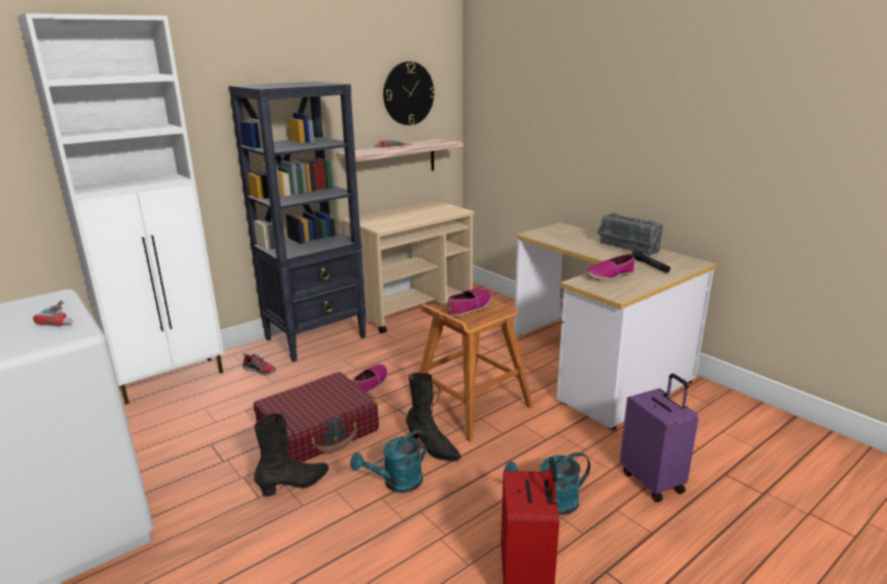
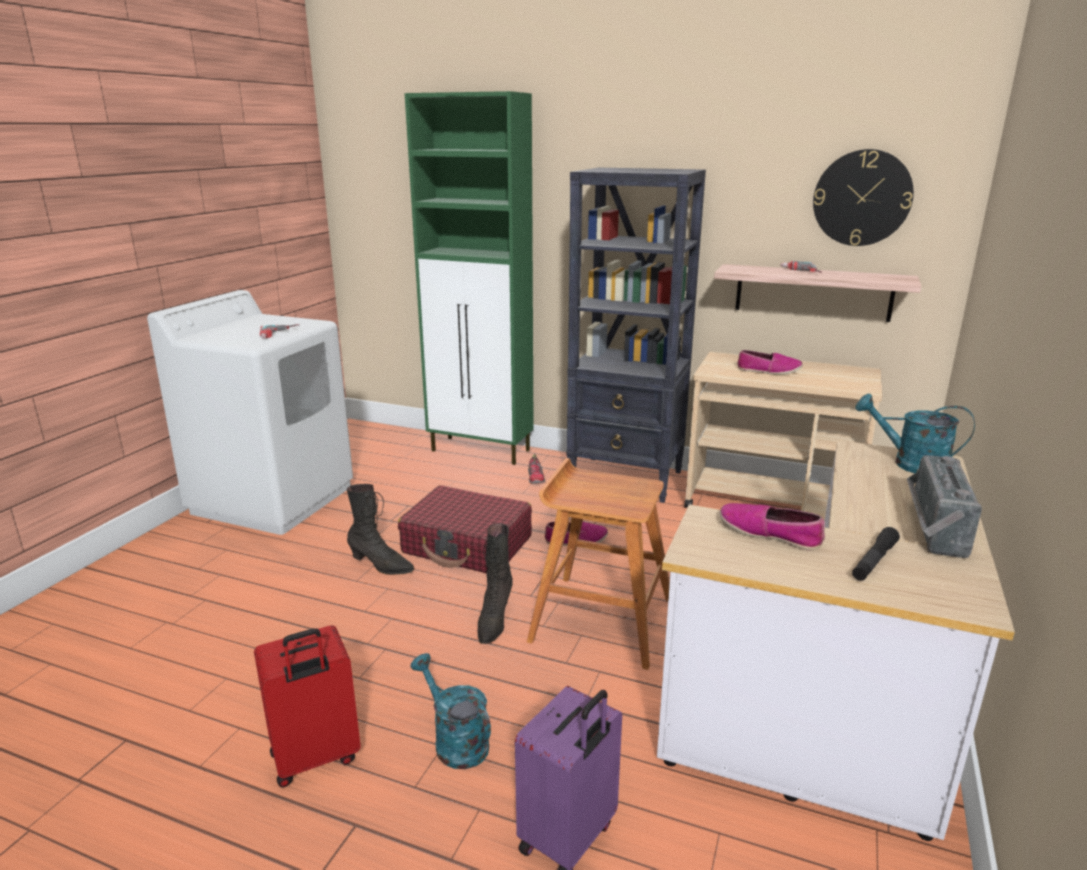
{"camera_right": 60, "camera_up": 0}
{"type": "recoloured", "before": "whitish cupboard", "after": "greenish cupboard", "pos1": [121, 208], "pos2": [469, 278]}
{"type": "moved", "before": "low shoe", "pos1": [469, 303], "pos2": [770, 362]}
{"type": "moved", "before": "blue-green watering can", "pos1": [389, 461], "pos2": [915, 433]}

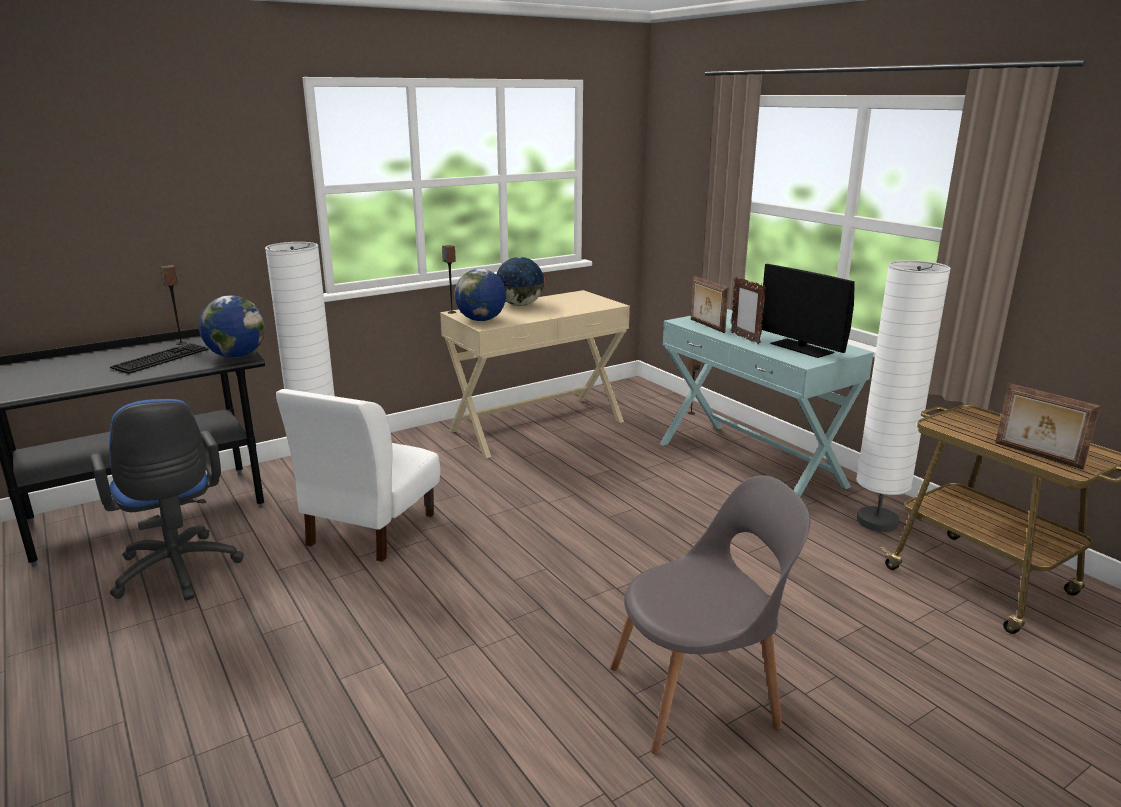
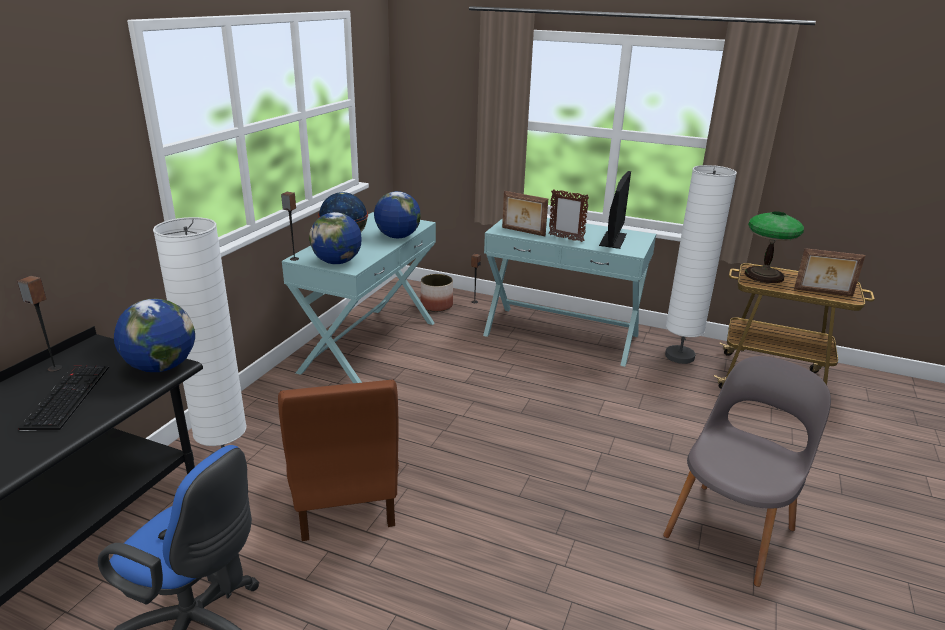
{"camera_right": -35, "camera_up": 5}
{"type": "turned", "before": "computer display", "pos1": [808, 311], "pos2": [615, 210], "turn": -90}
{"type": "recoloured", "before": "beige-coloured hall table", "after": "blue-green hall table", "pos1": [535, 374], "pos2": [359, 297]}
{"type": "recoloured", "before": "whitish plain chair", "after": "brown plain chair", "pos1": [358, 475], "pos2": [338, 460]}
{"type": "added", "after": "desk globe", "pos2": [397, 214]}
{"type": "added", "after": "tabletop lamp", "pos2": [774, 247]}
{"type": "added", "after": "planter", "pos2": [437, 293]}

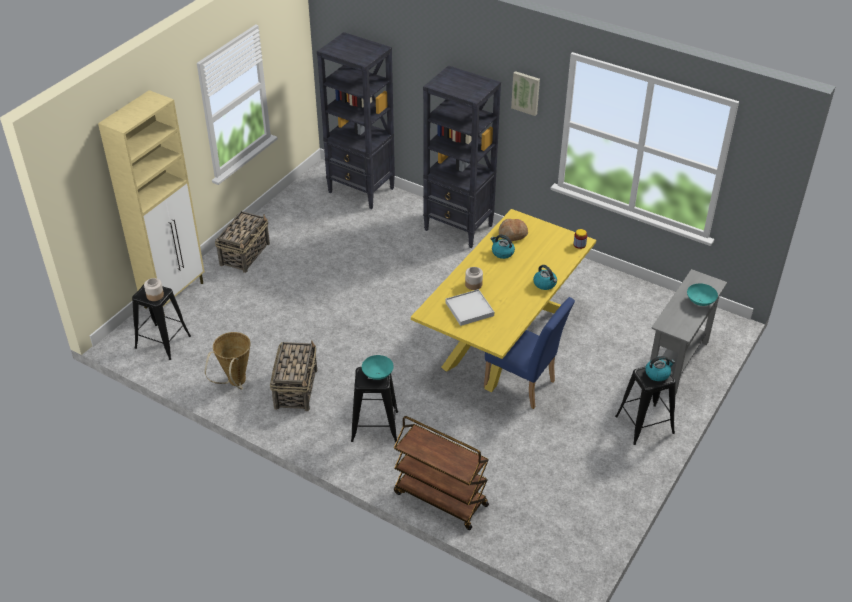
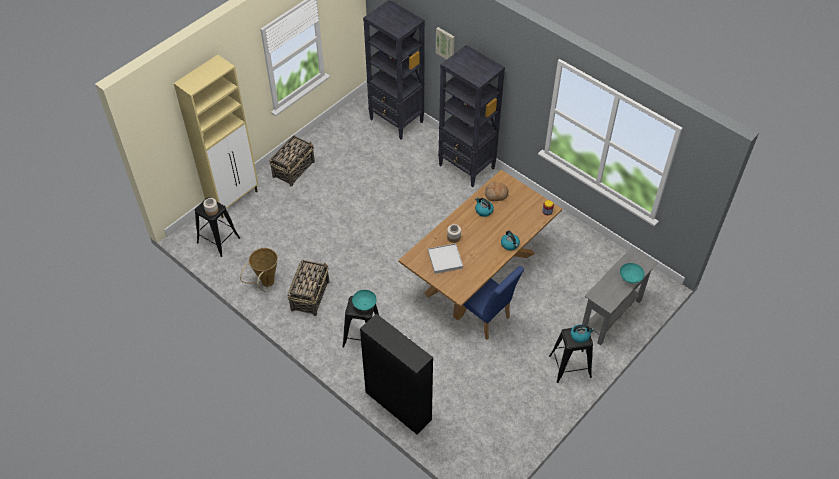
{"camera_right": 10, "camera_up": 10}
{"type": "moved", "before": "wall art", "pos1": [525, 93], "pos2": [445, 43]}
{"type": "recoloured", "before": "yellow-coloured dining table", "after": "brown dining table", "pos1": [503, 300], "pos2": [480, 245]}
{"type": "replaced", "before": "brown trolley", "after": "black cupboard", "pos1": [441, 473], "pos2": [396, 374]}

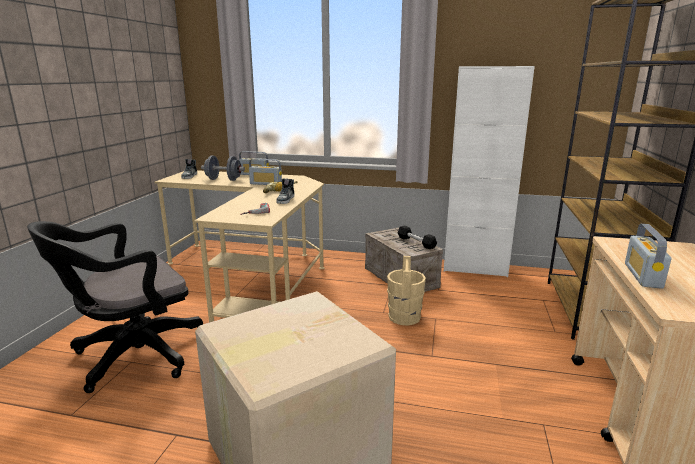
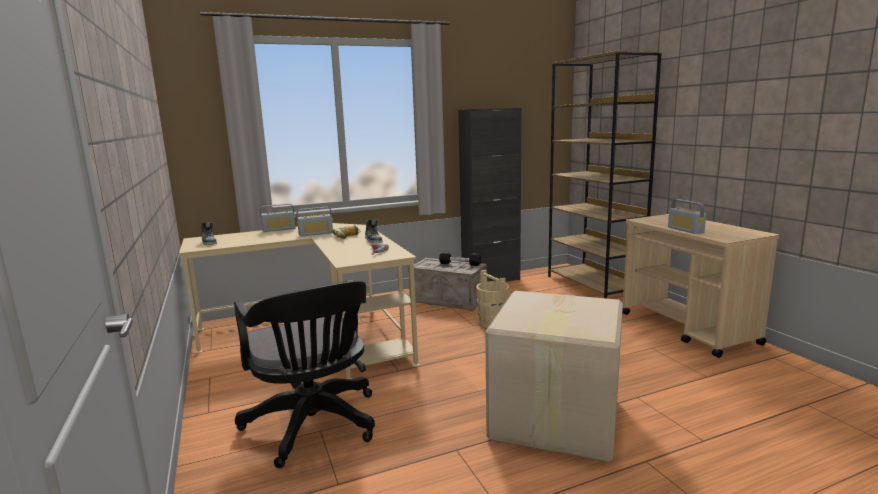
{"camera_right": -35, "camera_up": -5}
{"type": "recoloured", "before": "whitish cupboard", "after": "black cupboard", "pos1": [489, 171], "pos2": [489, 195]}
{"type": "removed", "before": "greyish dumbbell", "pos1": [223, 168]}
{"type": "turned", "before": "black computer chair", "pos1": [115, 307], "pos2": [304, 374], "turn": -45}

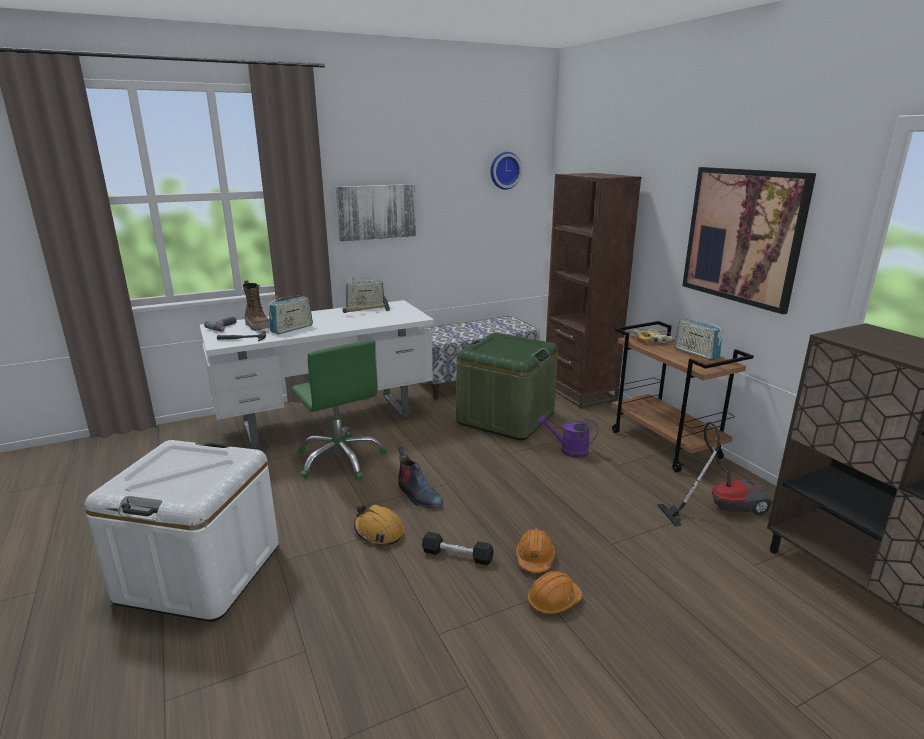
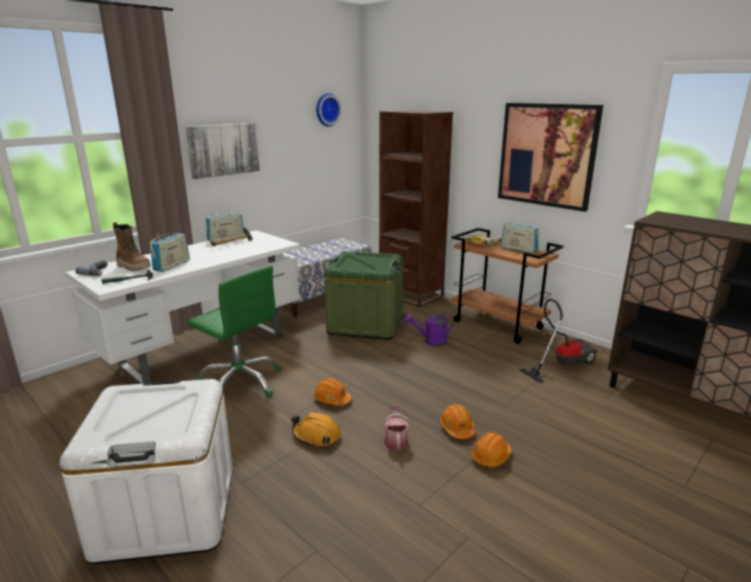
{"camera_right": -20, "camera_up": 0}
{"type": "replaced", "before": "high-top boot", "after": "orange-coloured hard hat", "pos1": [420, 478], "pos2": [332, 392]}
{"type": "replaced", "before": "black dumbbell", "after": "watering can", "pos1": [458, 548], "pos2": [396, 427]}

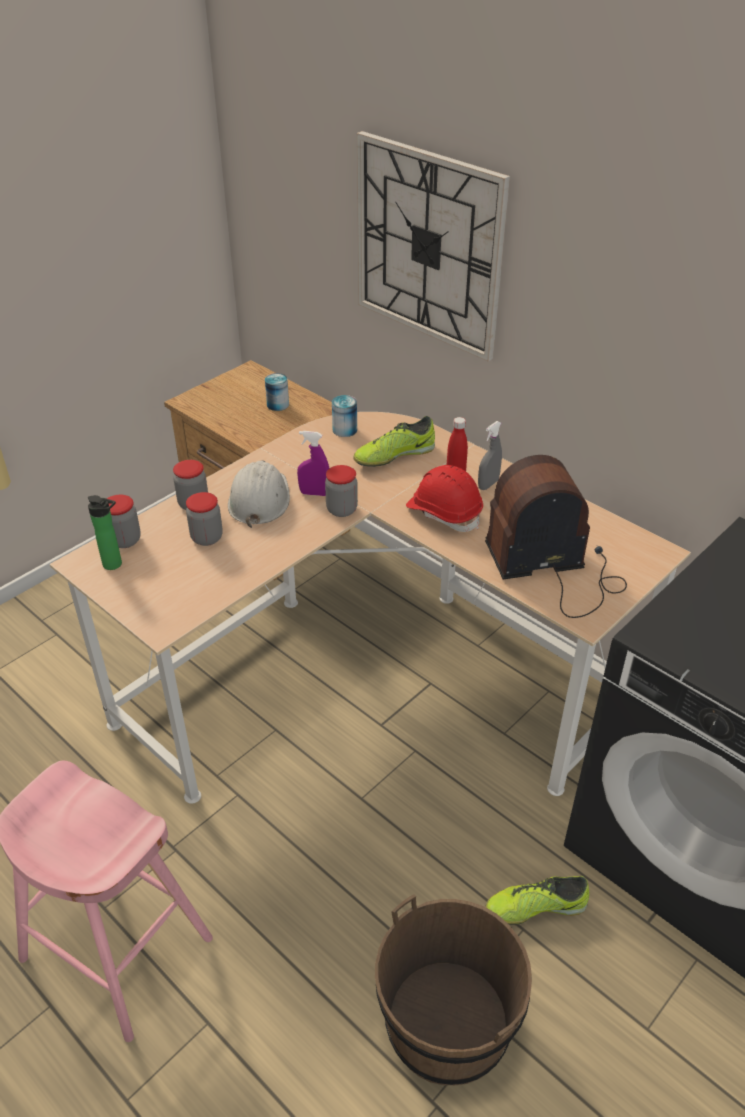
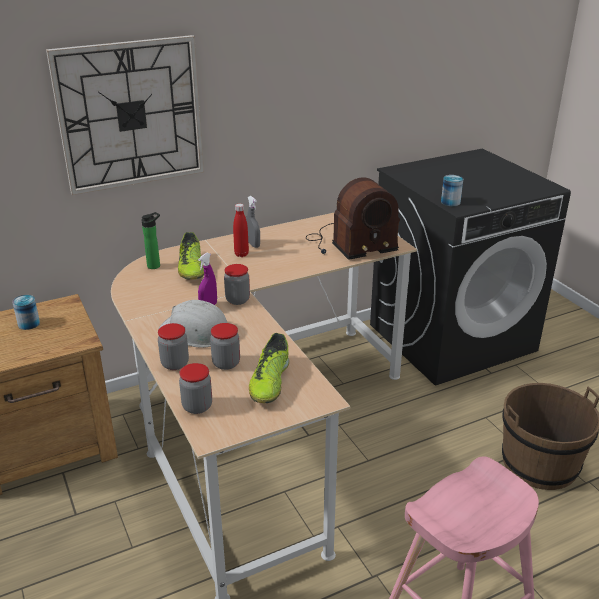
{"camera_right": -70, "camera_up": -10}
{"type": "moved", "before": "can", "pos1": [344, 416], "pos2": [452, 190]}
{"type": "turned", "before": "radio receiver", "pos1": [556, 536], "pos2": [353, 218], "turn": -120}
{"type": "removed", "before": "red-coloured hard hat", "pos1": [444, 498]}
{"type": "moved", "before": "bottle", "pos1": [105, 532], "pos2": [151, 240]}
{"type": "moved", "before": "low shoe", "pos1": [537, 900], "pos2": [269, 368]}

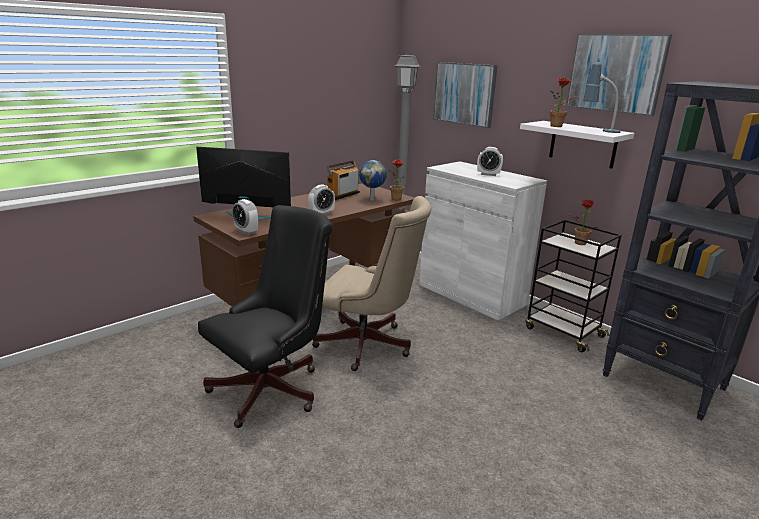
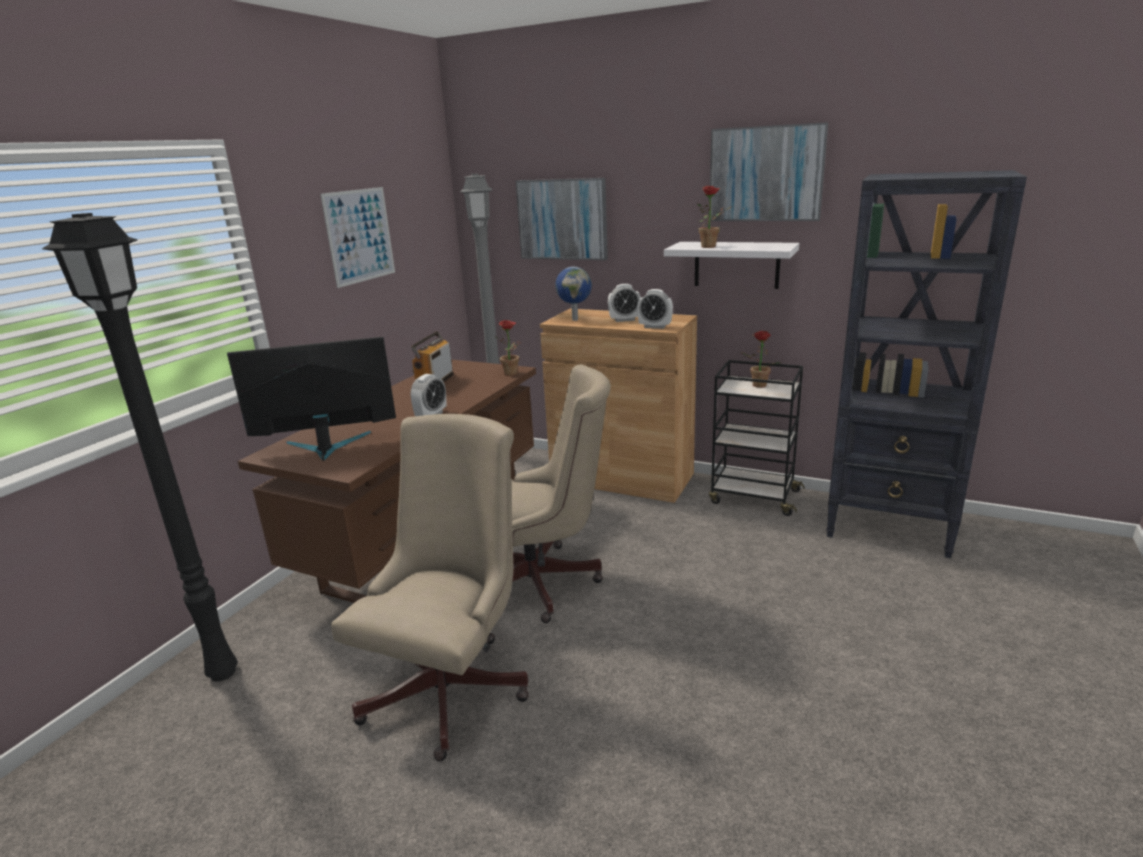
{"camera_right": -20, "camera_up": 0}
{"type": "removed", "before": "tabletop lamp", "pos1": [602, 97]}
{"type": "moved", "before": "desk globe", "pos1": [373, 180], "pos2": [573, 294]}
{"type": "recoloured", "before": "whitish cupboard", "after": "brown cupboard", "pos1": [483, 241], "pos2": [618, 406]}
{"type": "moved", "before": "table clock", "pos1": [245, 217], "pos2": [655, 309]}
{"type": "recoloured", "before": "black computer chair", "after": "beige-coloured computer chair", "pos1": [265, 316], "pos2": [430, 588]}
{"type": "added", "after": "wall art", "pos2": [357, 237]}
{"type": "added", "after": "black floor lamp", "pos2": [140, 447]}

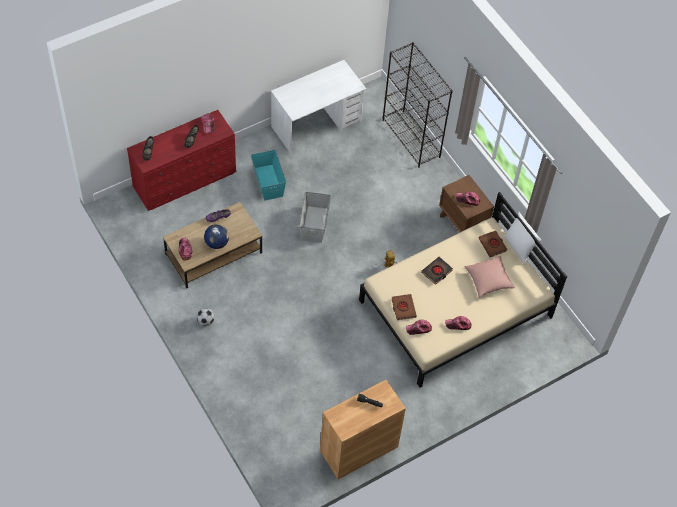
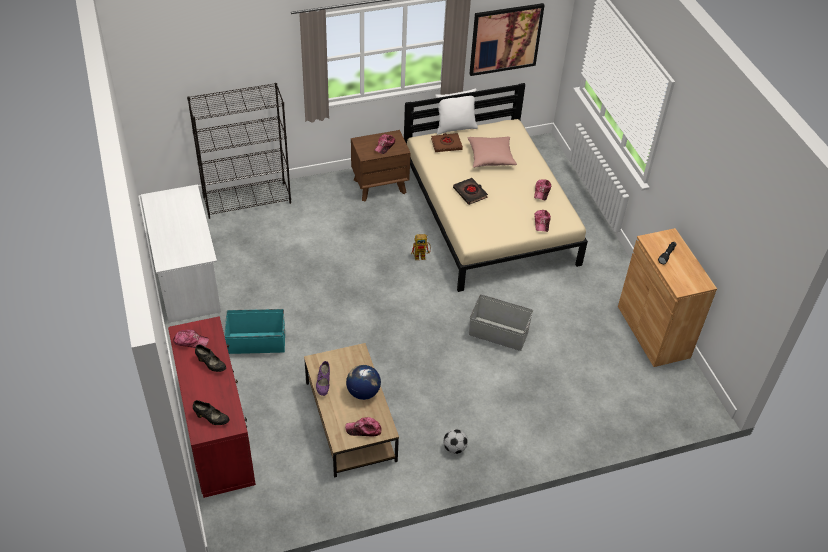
{"camera_right": -75, "camera_up": -10}
{"type": "moved", "before": "greyish storage bin", "pos1": [315, 217], "pos2": [501, 322]}
{"type": "removed", "before": "brown book", "pos1": [404, 307]}
{"type": "added", "after": "wall art", "pos2": [507, 39]}

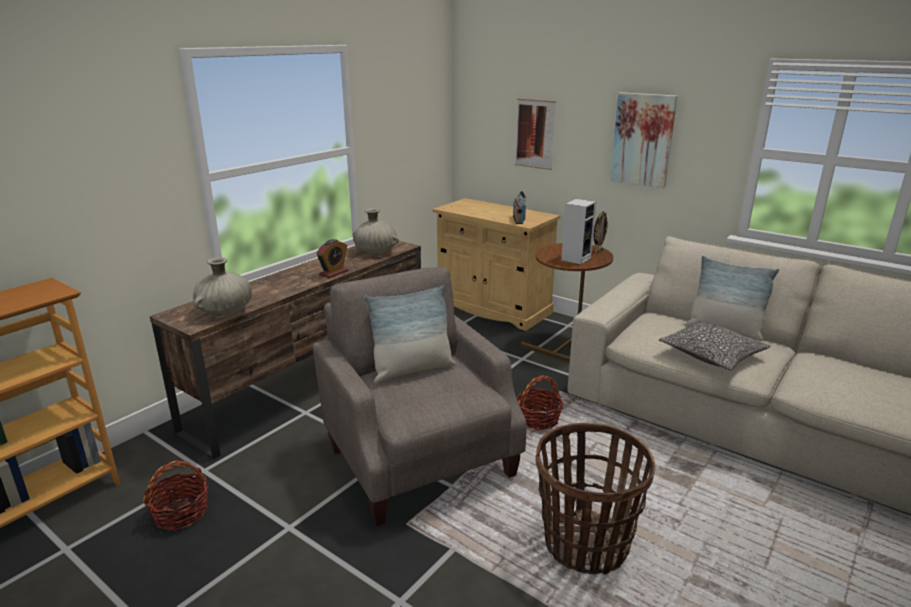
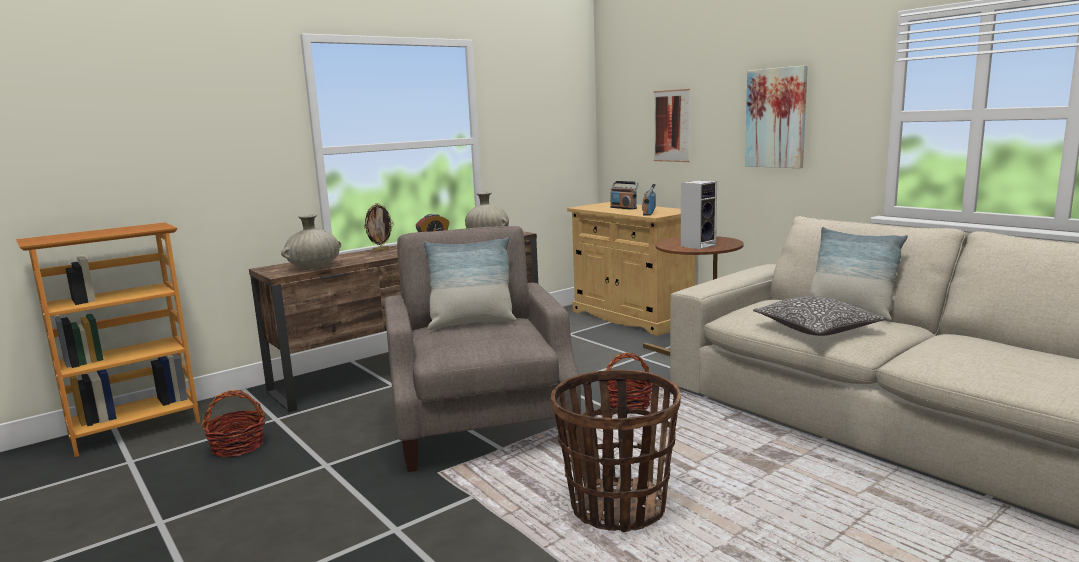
{"camera_right": 15, "camera_up": -10}
{"type": "moved", "before": "photo frame", "pos1": [601, 232], "pos2": [379, 227]}
{"type": "added", "after": "radio receiver", "pos2": [624, 195]}

